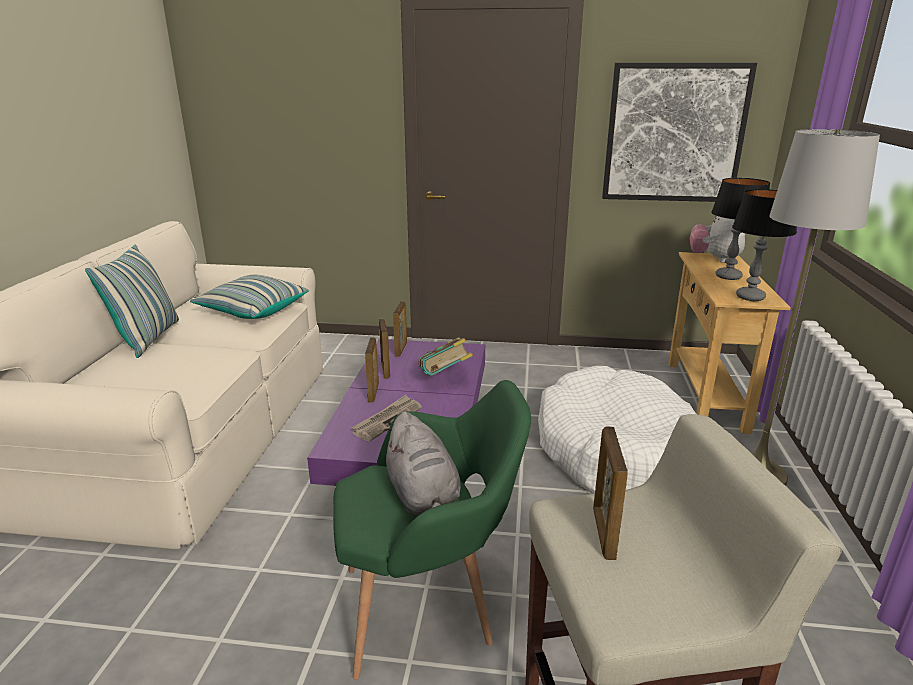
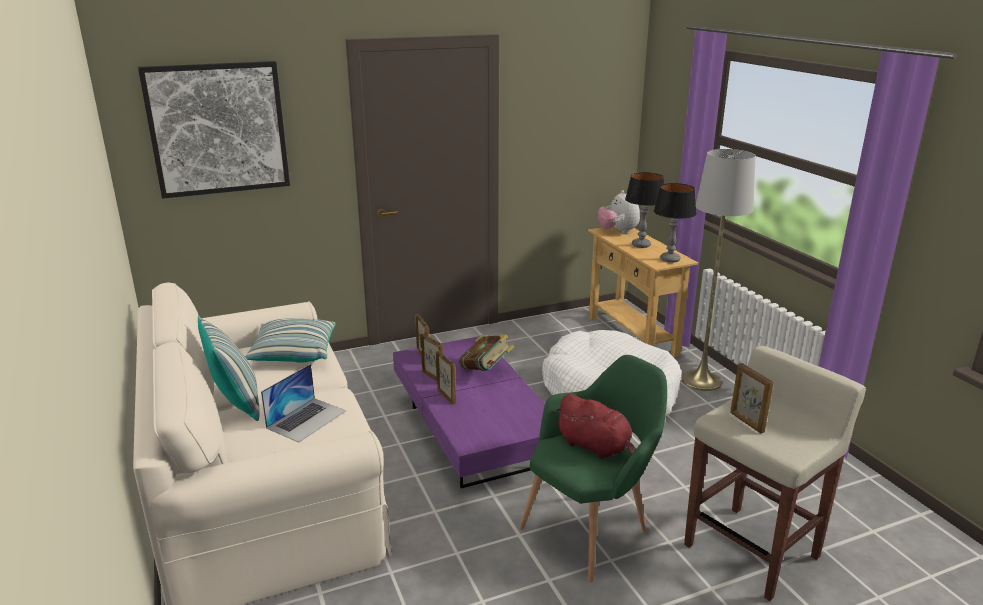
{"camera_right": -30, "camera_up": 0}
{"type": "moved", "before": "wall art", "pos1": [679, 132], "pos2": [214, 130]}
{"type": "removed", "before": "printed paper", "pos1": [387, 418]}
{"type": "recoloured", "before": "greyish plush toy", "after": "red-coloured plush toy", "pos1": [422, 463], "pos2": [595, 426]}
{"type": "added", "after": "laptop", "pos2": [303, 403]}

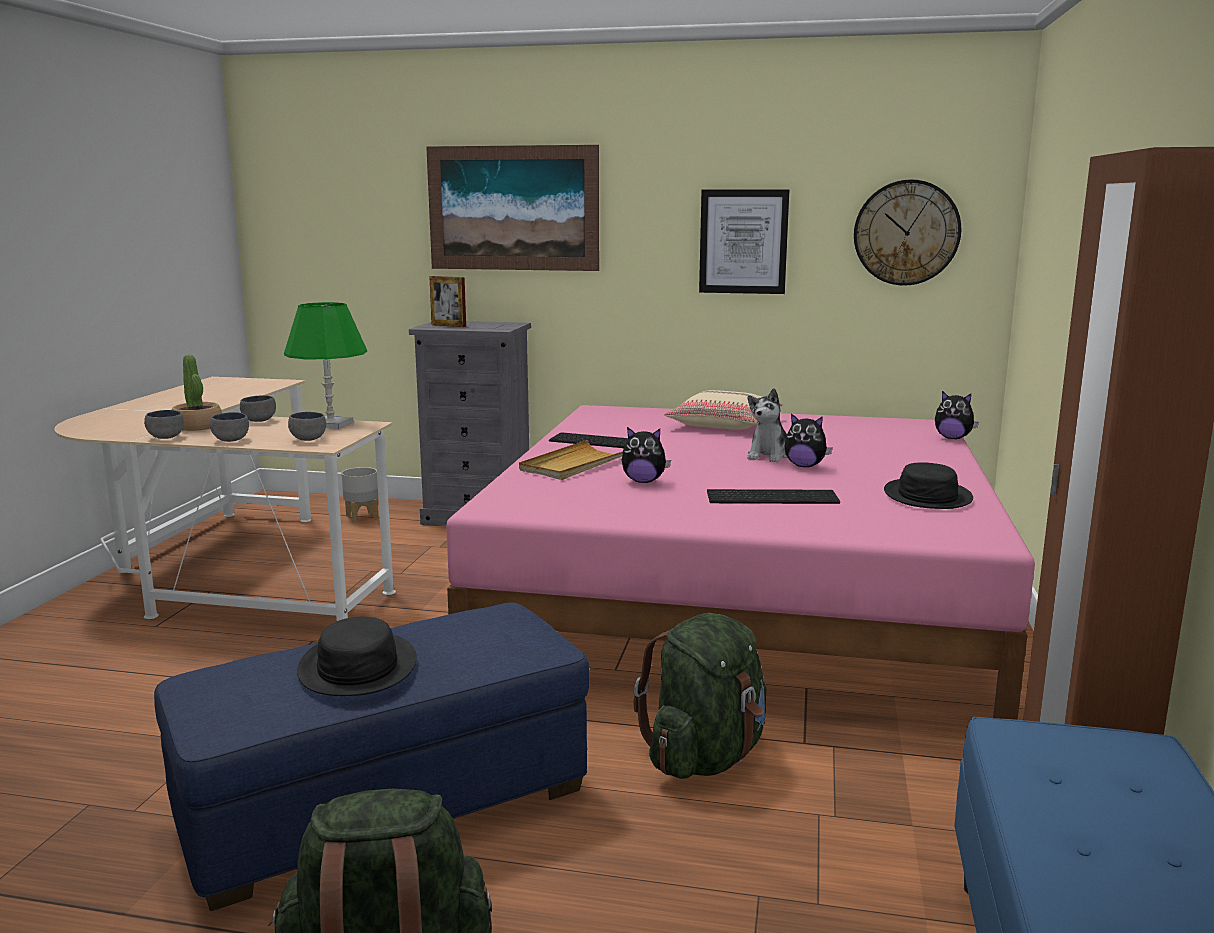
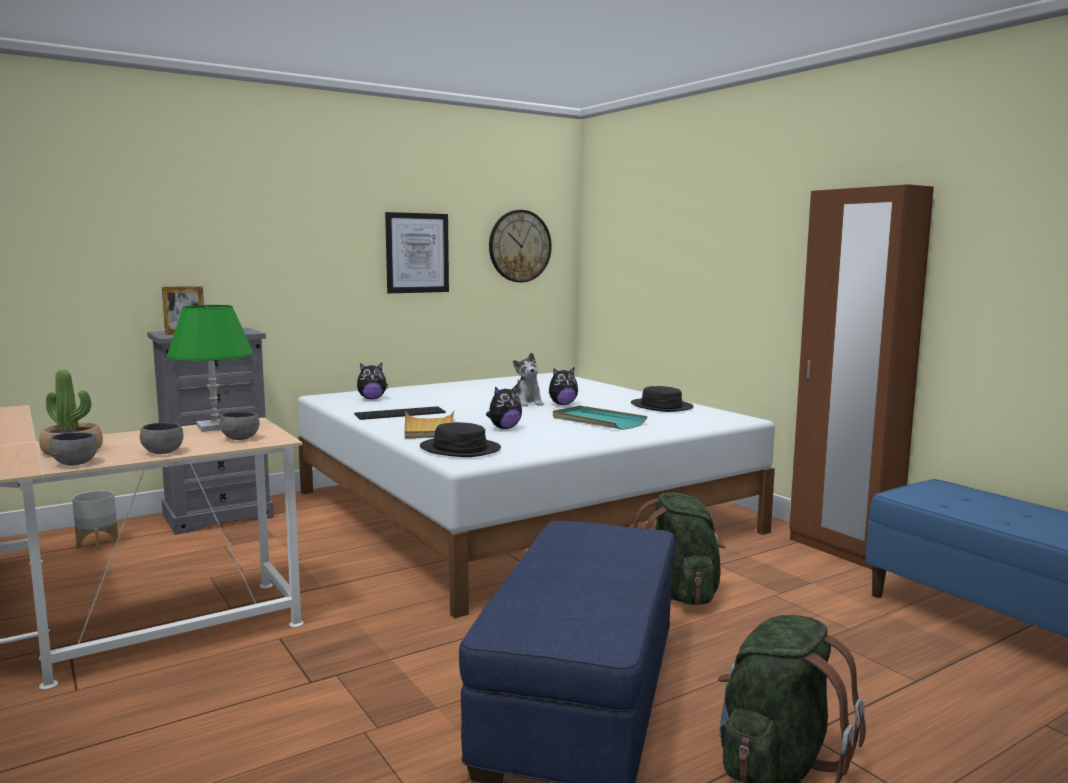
{"camera_right": -45, "camera_up": -5}
{"type": "removed", "before": "wall art", "pos1": [512, 208]}
{"type": "removed", "before": "beige-coloured throw pillow", "pos1": [723, 410]}
{"type": "moved", "before": "plush toy", "pos1": [957, 415], "pos2": [372, 381]}
{"type": "removed", "before": "greyish deep dish", "pos1": [258, 408]}
{"type": "recoloured", "before": "pink-coloured bedroom bed", "after": "whitish bedroom bed", "pos1": [740, 562], "pos2": [536, 496]}
{"type": "replaced", "before": "computer keyboard", "after": "blue-green serving tray", "pos1": [773, 496], "pos2": [600, 418]}
{"type": "moved", "before": "black hat", "pos1": [357, 656], "pos2": [460, 439]}

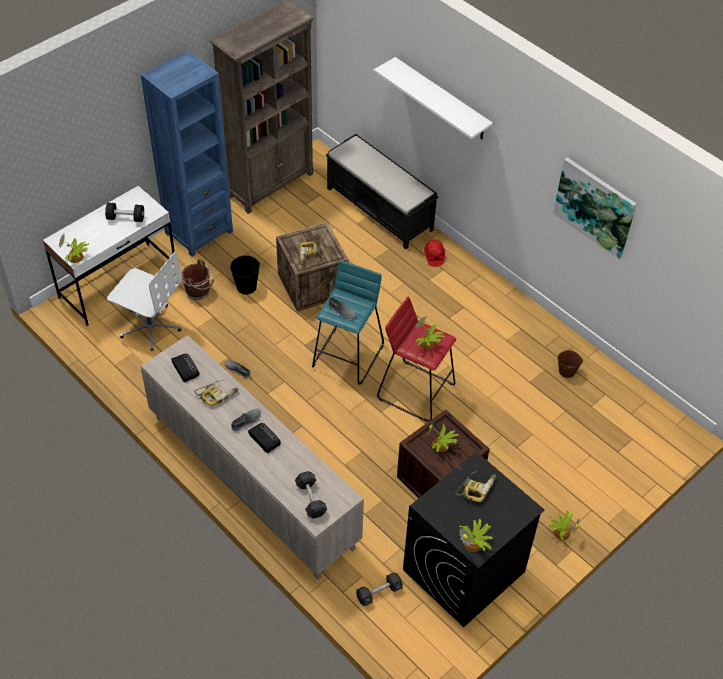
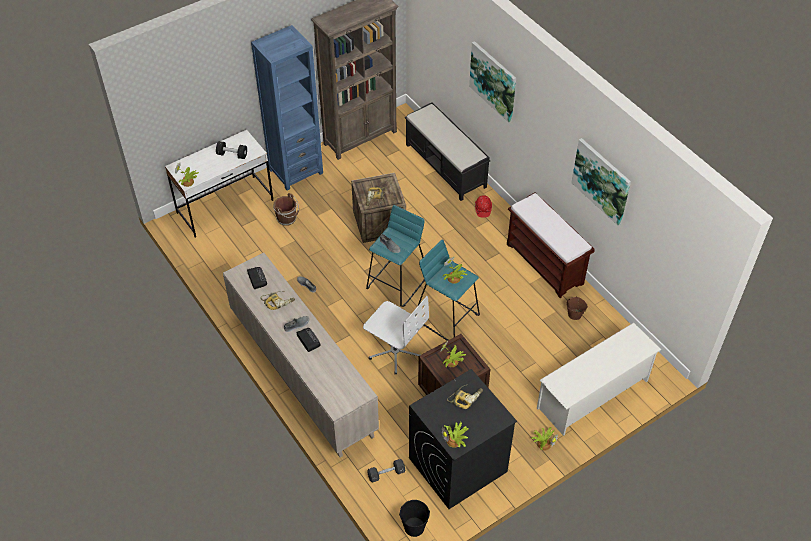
{"camera_right": 10, "camera_up": 0}
{"type": "replaced", "before": "whitish wall shelf", "after": "wall art", "pos1": [433, 98], "pos2": [492, 82]}
{"type": "moved", "before": "whitish computer chair", "pos1": [144, 301], "pos2": [396, 335]}
{"type": "moved", "before": "black water bucket", "pos1": [245, 275], "pos2": [414, 518]}
{"type": "recoloured", "before": "red-coloured sitting stool", "after": "blue-green sitting stool", "pos1": [417, 359], "pos2": [447, 290]}
{"type": "removed", "before": "black dumbbell", "pos1": [311, 494]}
{"type": "added", "after": "brown long seat", "pos2": [551, 245]}
{"type": "added", "after": "whitish shoe shelf", "pos2": [599, 379]}

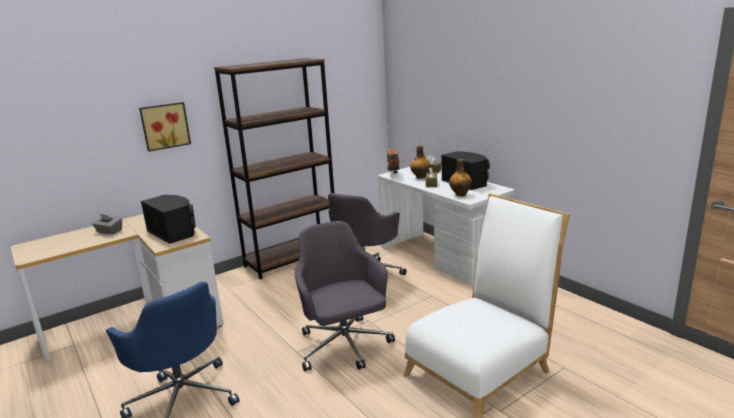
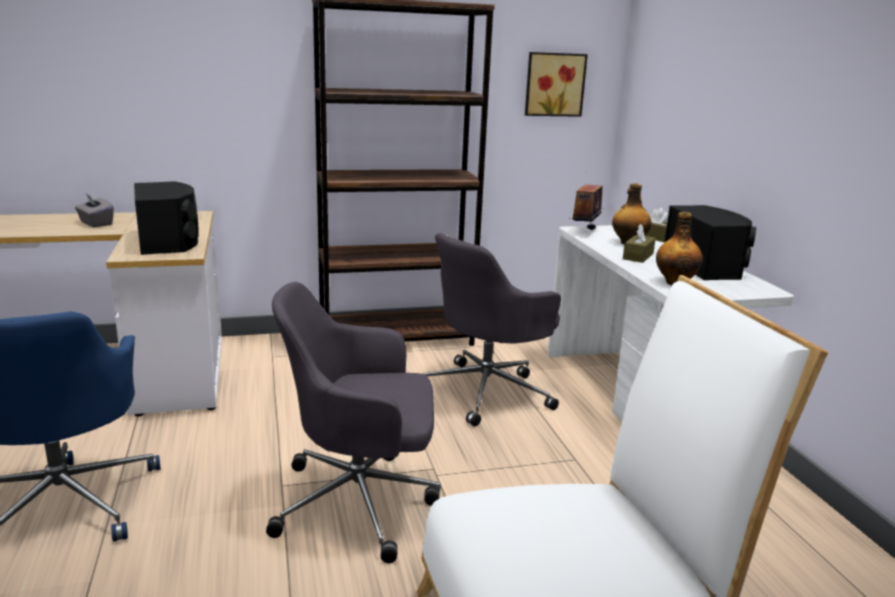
{"camera_right": 20, "camera_up": 0}
{"type": "moved", "before": "wall art", "pos1": [165, 127], "pos2": [556, 84]}
{"type": "turned", "before": "greyish computer chair", "pos1": [345, 296], "pos2": [353, 422], "turn": -90}

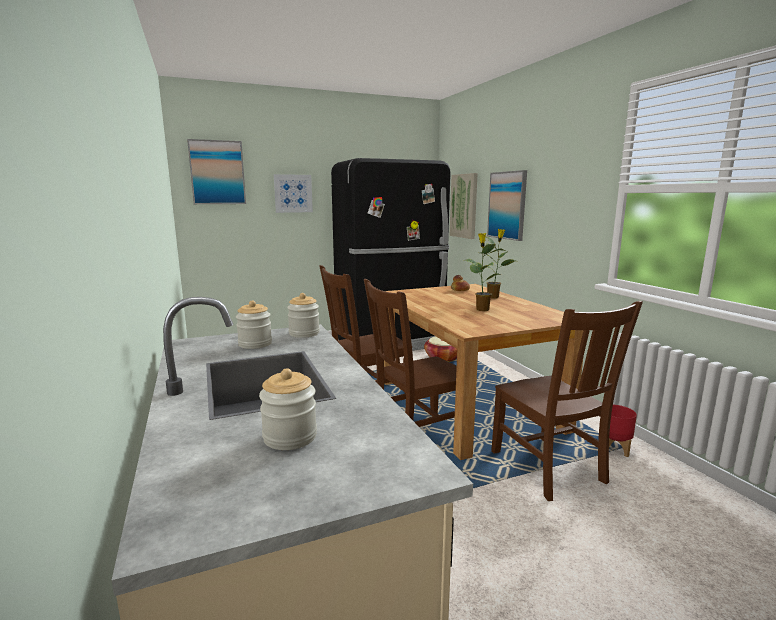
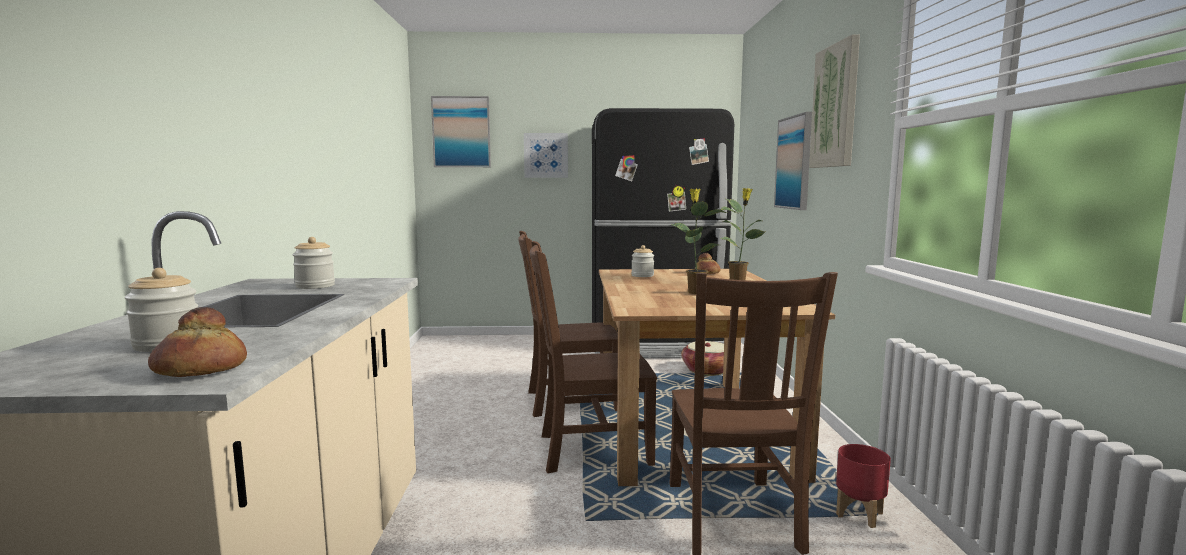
{"camera_right": 20, "camera_up": -5}
{"type": "moved", "before": "wall art", "pos1": [464, 206], "pos2": [834, 101]}
{"type": "moved", "before": "preserve jar", "pos1": [303, 315], "pos2": [642, 261]}
{"type": "added", "after": "baked bread", "pos2": [197, 342]}

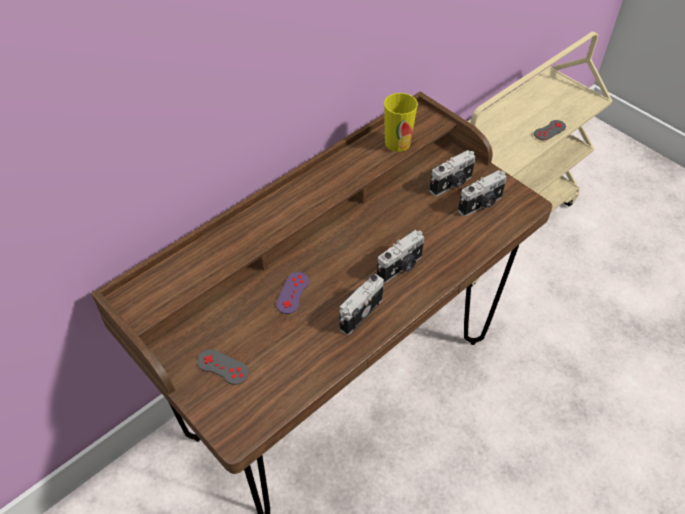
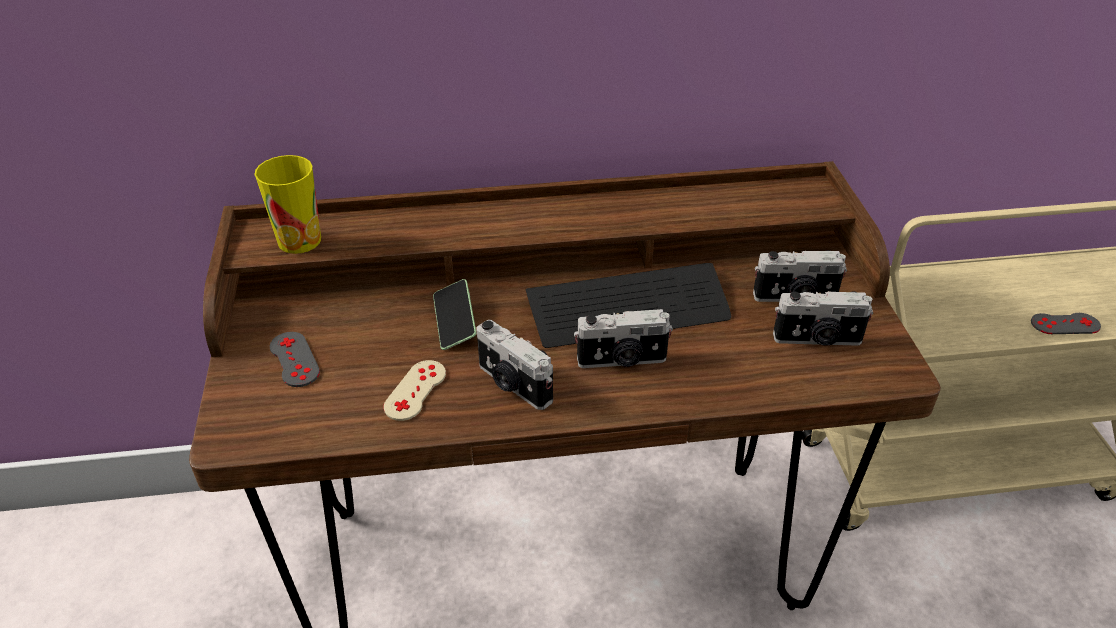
{"camera_right": 35, "camera_up": -10}
{"type": "moved", "before": "drinking cup", "pos1": [401, 122], "pos2": [287, 204]}
{"type": "replaced", "before": "purplish gamepad", "after": "handset", "pos1": [292, 293], "pos2": [454, 314]}
{"type": "turned", "before": "photo camera", "pos1": [362, 304], "pos2": [514, 365], "turn": -120}
{"type": "added", "after": "computer keyboard", "pos2": [628, 305]}
{"type": "added", "after": "beige-coloured gamepad", "pos2": [414, 390]}

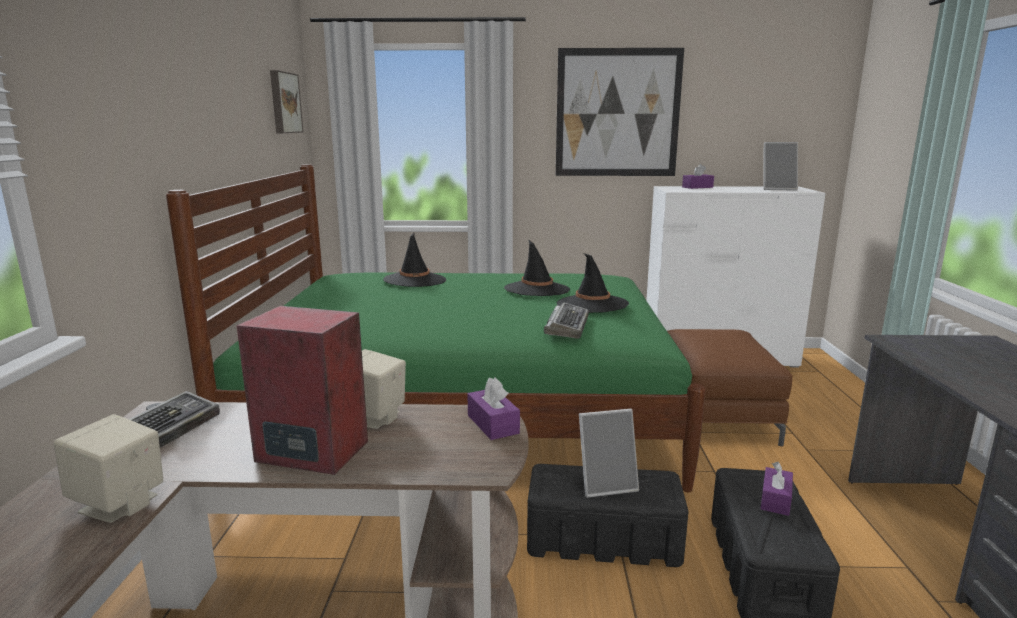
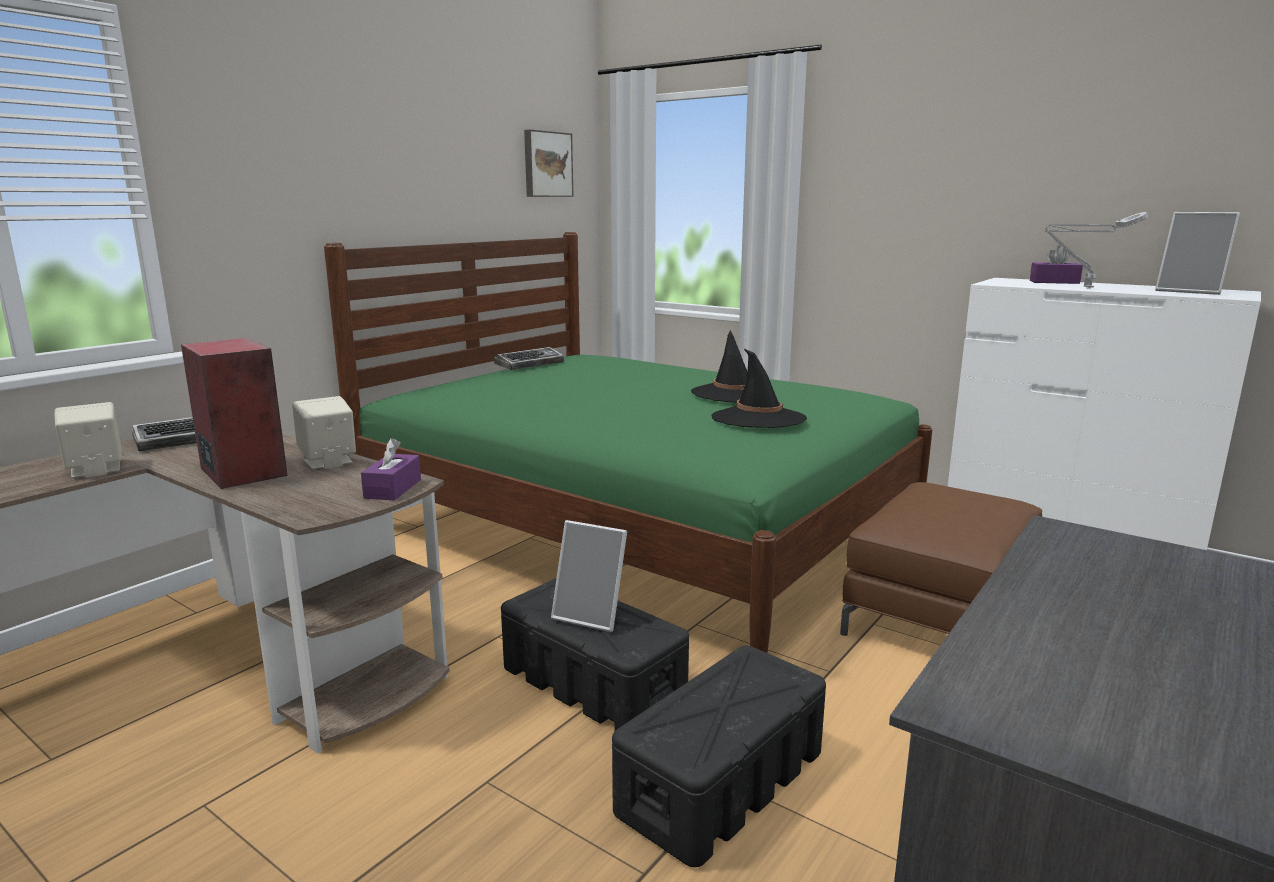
{"camera_right": 35, "camera_up": 0}
{"type": "removed", "before": "wall art", "pos1": [620, 112]}
{"type": "removed", "before": "black hat", "pos1": [414, 260]}
{"type": "moved", "before": "computer keyboard", "pos1": [566, 320], "pos2": [529, 358]}
{"type": "removed", "before": "purplish tissue holder", "pos1": [777, 489]}
{"type": "added", "after": "greyish tabletop lamp", "pos2": [1096, 250]}

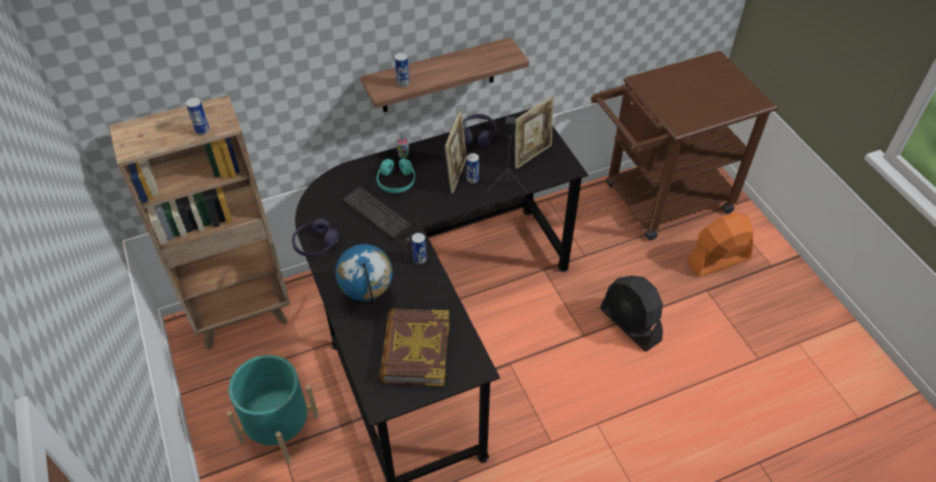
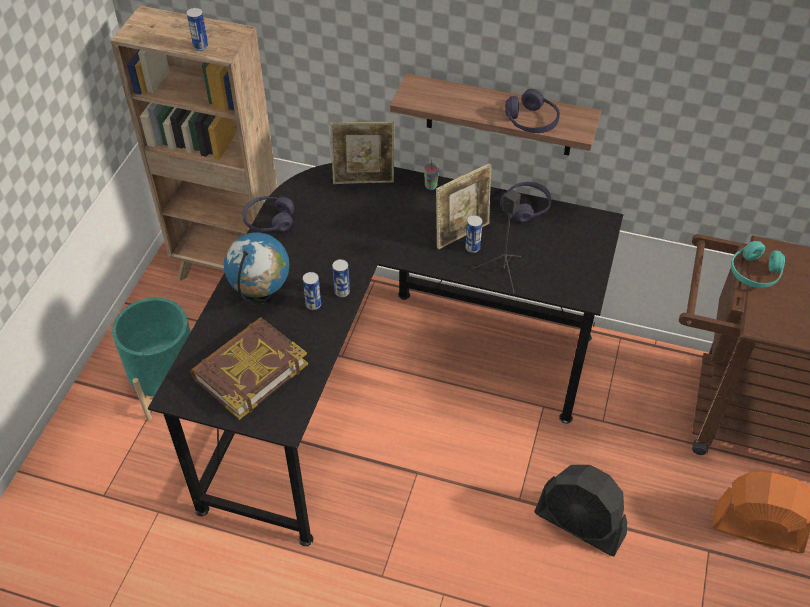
{"camera_right": 40, "camera_up": 0}
{"type": "moved", "before": "can", "pos1": [402, 69], "pos2": [312, 291]}
{"type": "moved", "before": "photo frame", "pos1": [534, 132], "pos2": [362, 152]}
{"type": "moved", "before": "blue-green headphones", "pos1": [396, 175], "pos2": [758, 264]}
{"type": "removed", "before": "computer keyboard", "pos1": [378, 222]}
{"type": "turned", "before": "black electric fan", "pos1": [631, 314], "pos2": [580, 510], "turn": -60}
{"type": "added", "after": "purplish headphones", "pos2": [532, 111]}

